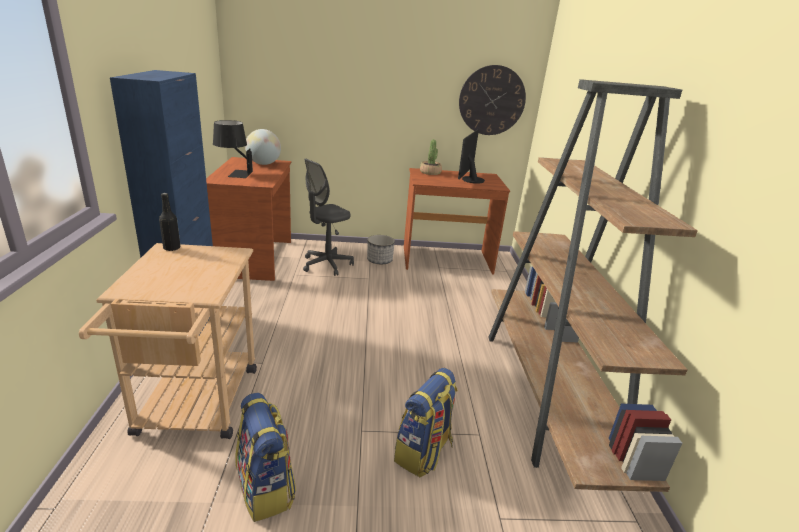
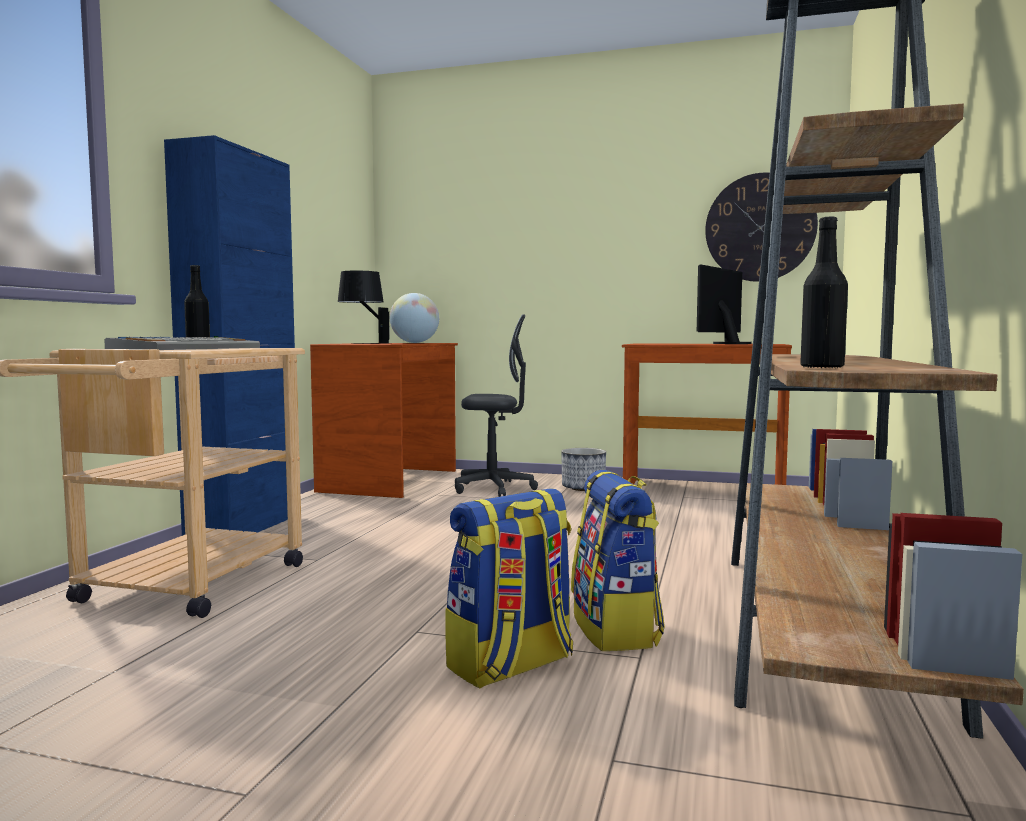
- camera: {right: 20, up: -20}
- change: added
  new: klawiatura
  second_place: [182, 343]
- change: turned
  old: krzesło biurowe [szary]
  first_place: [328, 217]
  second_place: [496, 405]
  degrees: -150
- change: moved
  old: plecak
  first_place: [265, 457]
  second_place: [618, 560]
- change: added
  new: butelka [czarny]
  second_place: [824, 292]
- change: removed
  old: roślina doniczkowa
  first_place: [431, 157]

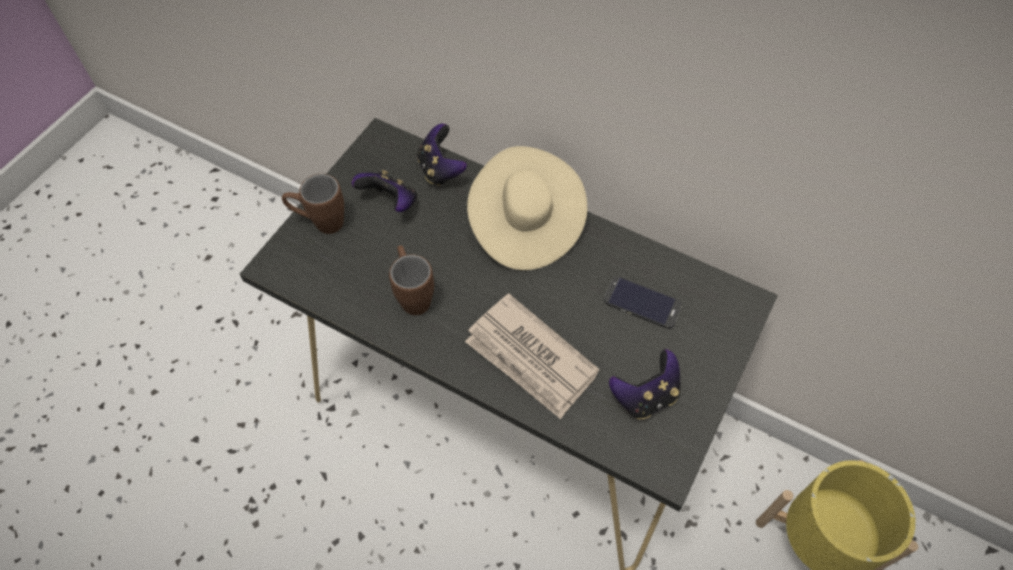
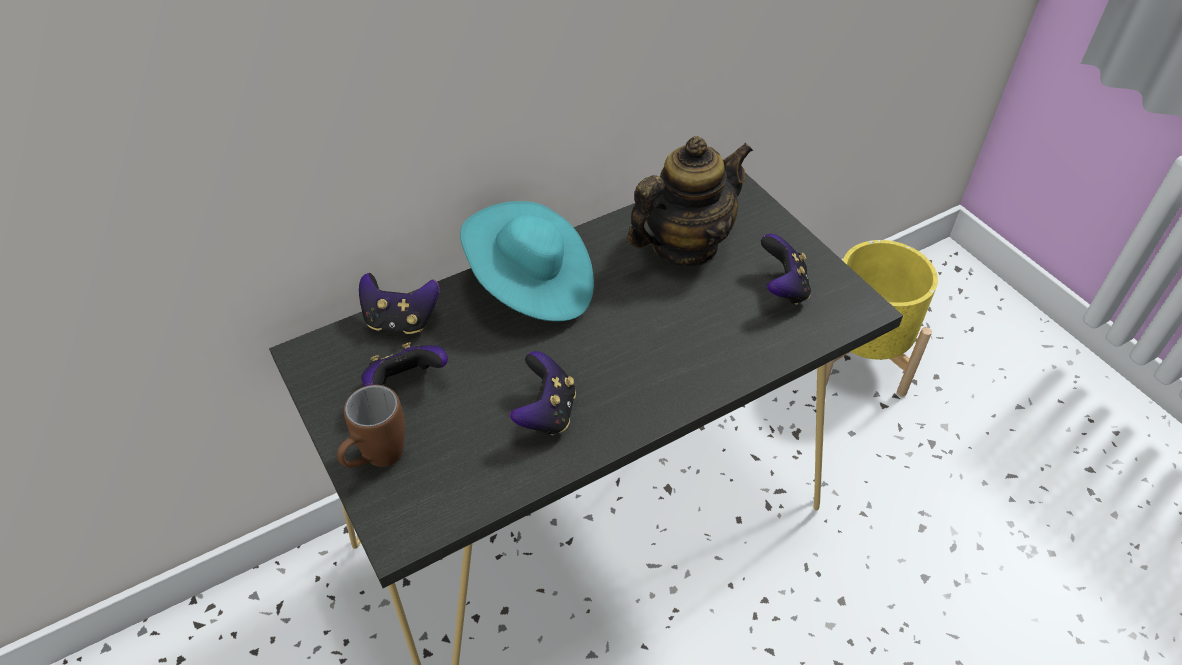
- camera: {right: -60, up: -10}
- change: recoloured
  old: kapelusz [beżowy]
  new: kapelusz [turkusowy]
  first_place: [527, 208]
  second_place: [527, 261]
- change: replaced
  old: kubek [brązowy]
  new: pad do gier
  first_place: [411, 280]
  second_place: [543, 393]
- change: replaced
  old: telefon
  new: imbryk
  first_place: [643, 302]
  second_place: [690, 201]
- change: removed
  old: gazeta
  first_place: [532, 356]

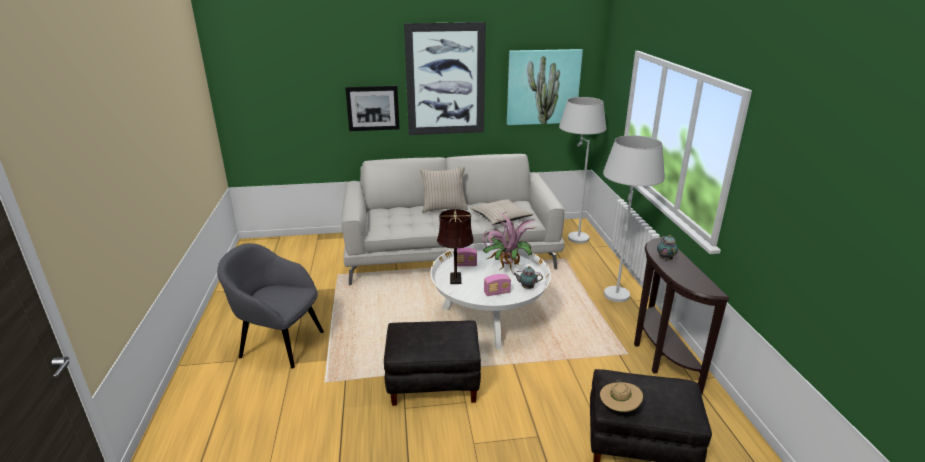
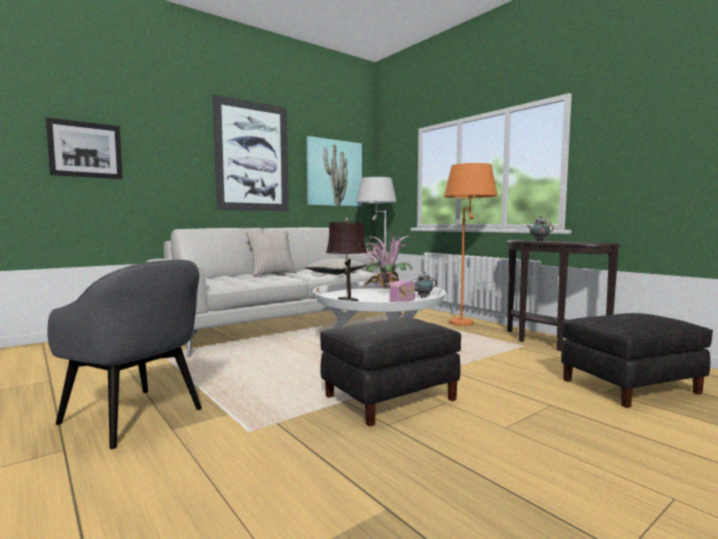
- camera: {right: -30, up: -20}
- change: moved
  old: obraz
  first_place: [372, 108]
  second_place: [84, 148]
- change: turned
  old: fotel [szary]
  first_place: [270, 306]
  second_place: [124, 354]
  degrees: -135
- change: recoloured
  old: lampa stojąca [biały]
  new: lampa stojąca [pomarańczowy]
  first_place: [634, 218]
  second_place: [471, 244]
- change: removed
  old: radio
  first_place: [467, 257]
- change: removed
  old: kapelusz [beżowy]
  first_place: [621, 395]

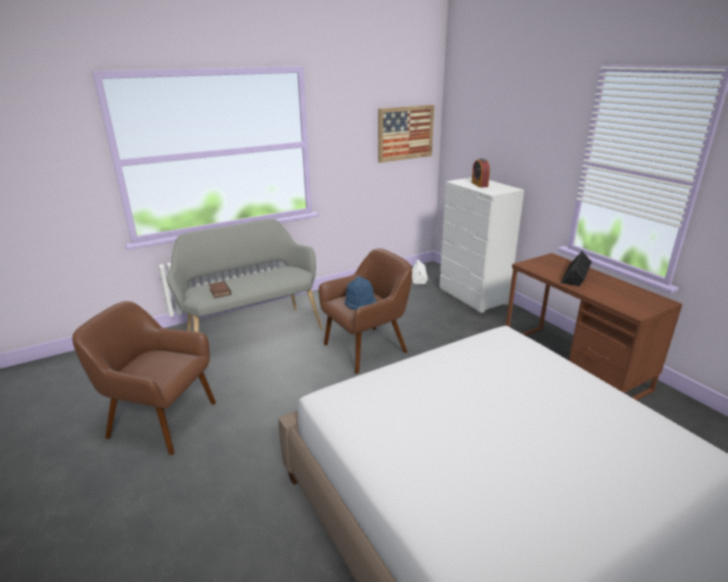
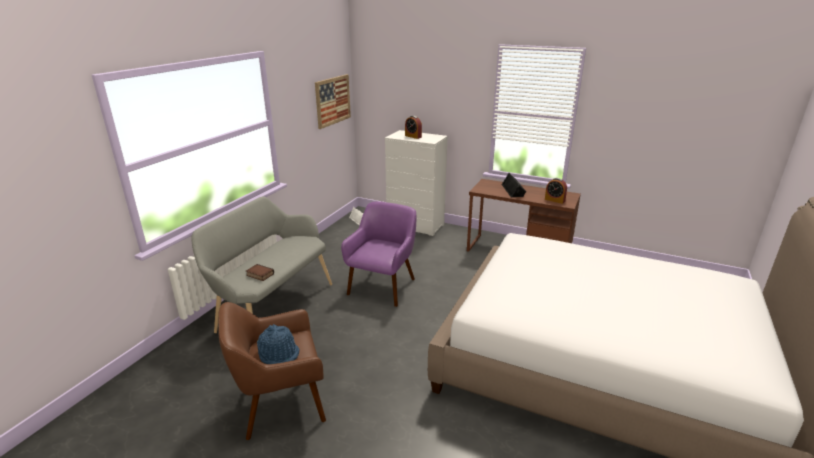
- camera: {right: -35, up: 0}
- change: moved
  old: kapelusz [niebieski]
  first_place: [360, 293]
  second_place: [278, 344]
- change: recoloured
  old: fotel [brązowy]
  new: fotel [fioletowy]
  first_place: [365, 311]
  second_place: [378, 254]
- change: added
  new: budzik
  second_place: [556, 191]

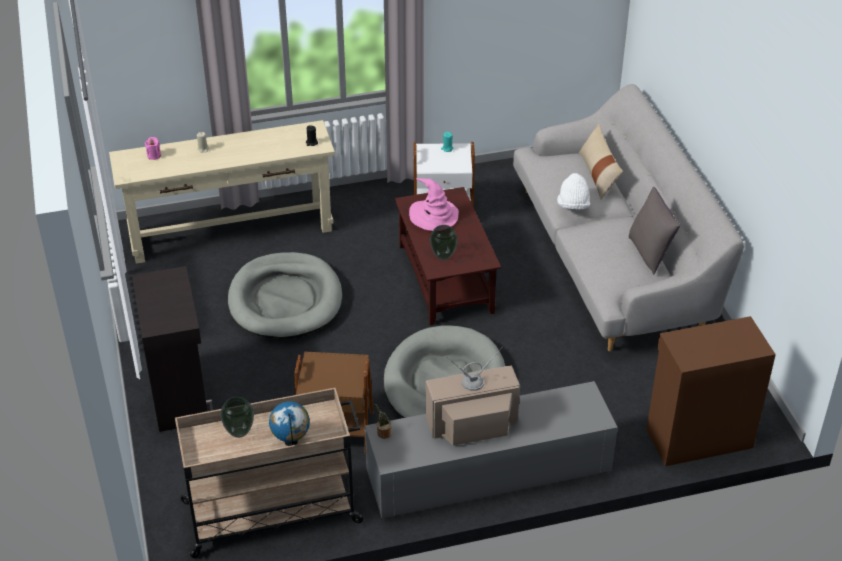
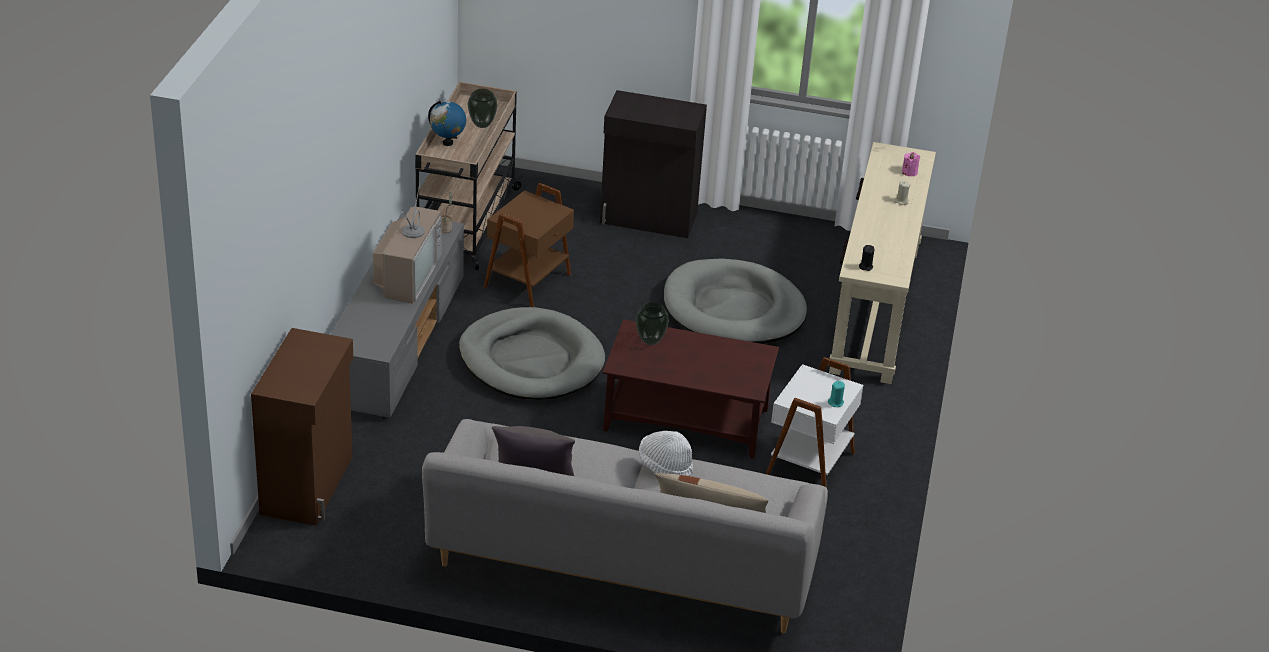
- camera: {right: 115, up: -5}
- change: removed
  old: kapelusz [różowy]
  first_place: [434, 204]

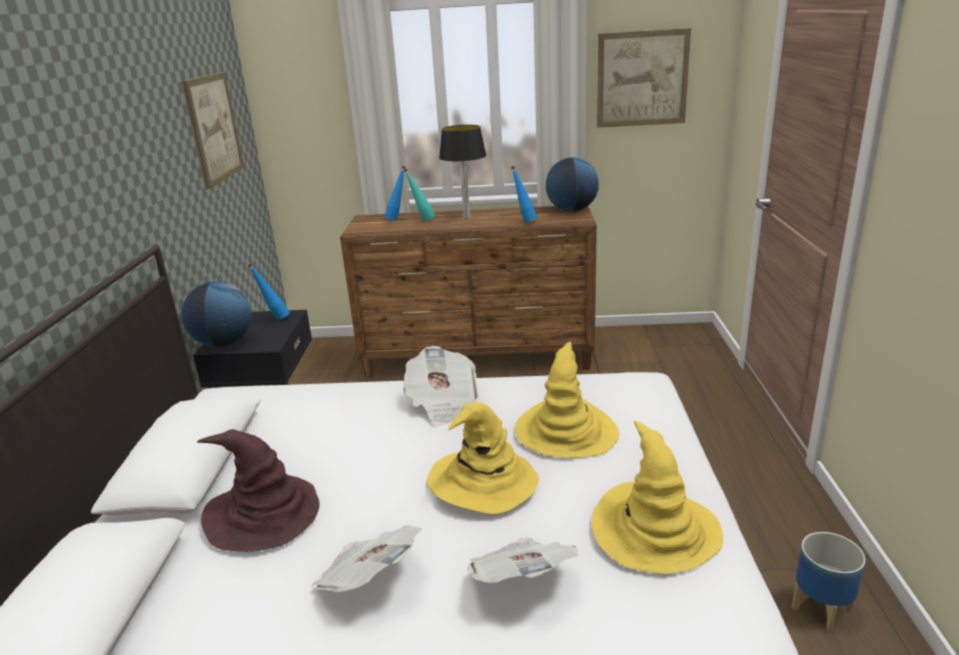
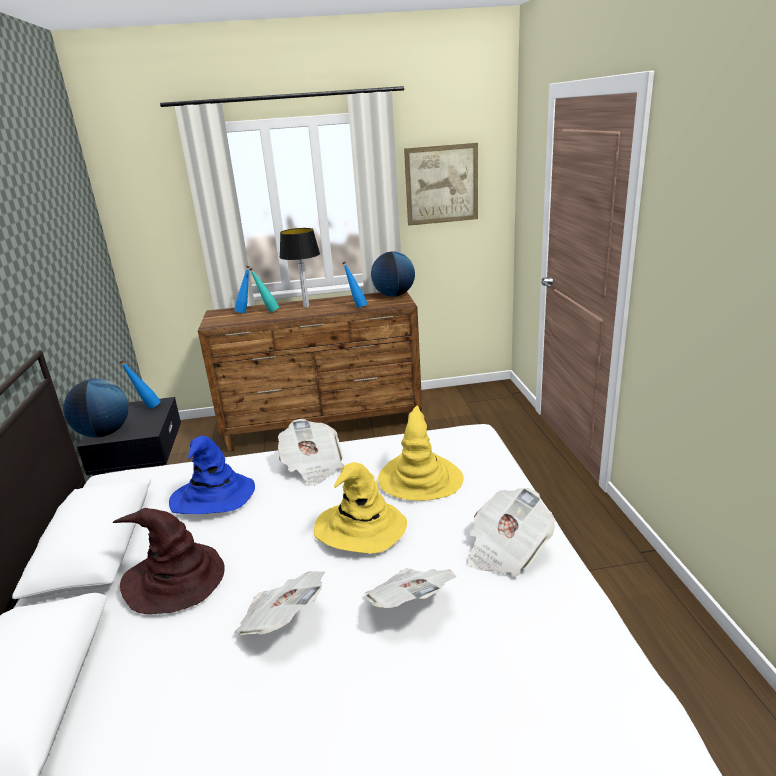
- camera: {right: -10, up: 0}
- change: added
  new: kapelusz [niebieski]
  second_place: [212, 475]
- change: replaced
  old: kapelusz [żółty]
  new: gazeta
  first_place: [657, 497]
  second_place: [511, 532]
- change: removed
  old: obraz
  first_place: [213, 130]
- change: removed
  old: donica
  first_place: [829, 582]

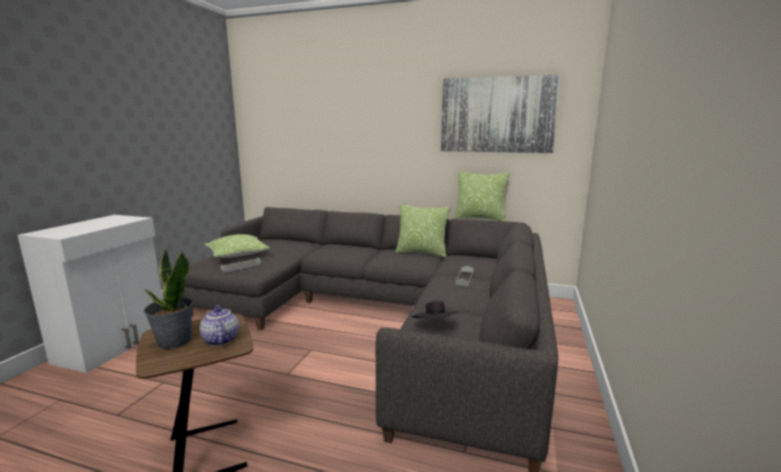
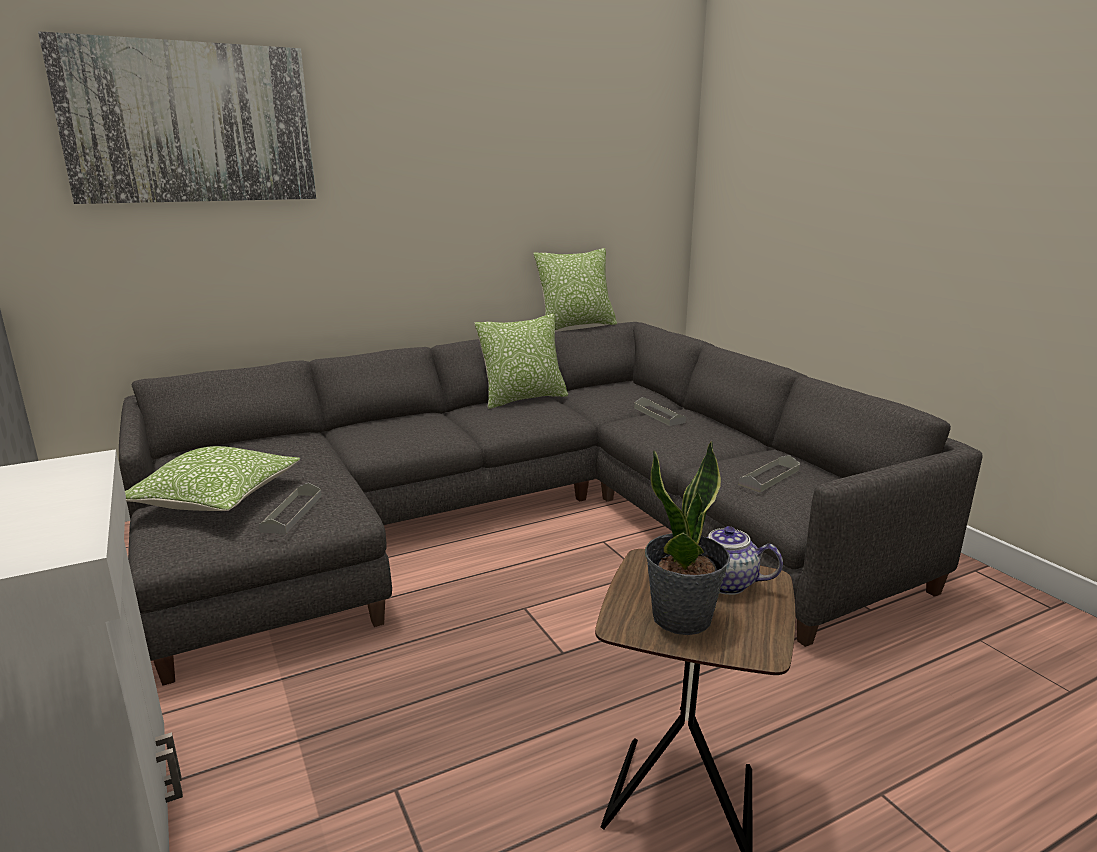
- camera: {right: -45, up: 5}
- change: moved
  old: obraz
  first_place: [501, 113]
  second_place: [177, 117]
- change: replaced
  old: kapelusz [czarny]
  new: taca [szary]
  first_place: [435, 309]
  second_place: [769, 473]

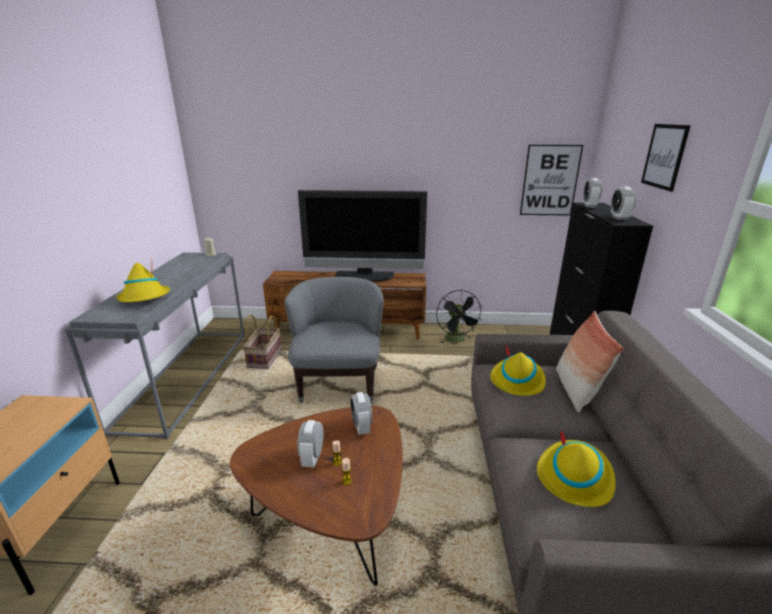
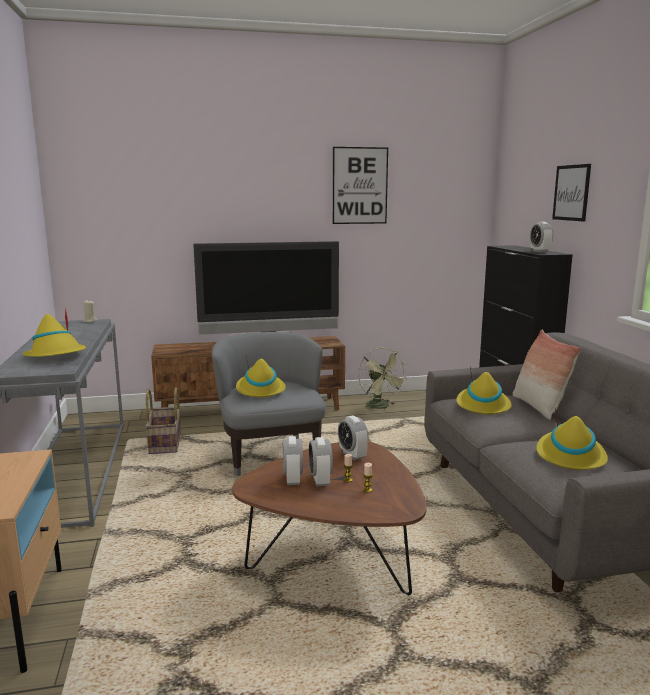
- camera: {right: -15, up: -10}
- change: added
  new: kapelusz [żółty]
  second_place: [261, 377]
- change: moved
  old: budzik
  first_place: [592, 193]
  second_place: [293, 460]
- change: moved
  old: obraz
  first_place: [551, 180]
  second_place: [360, 185]
- change: recoloured
  old: wentylator [czarny]
  new: wentylator [zielony]
  first_place: [459, 316]
  second_place: [383, 379]

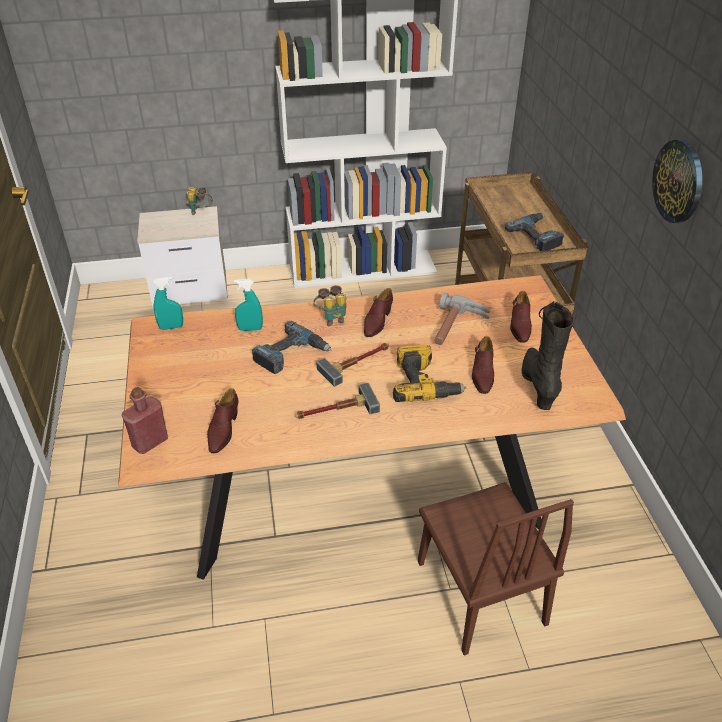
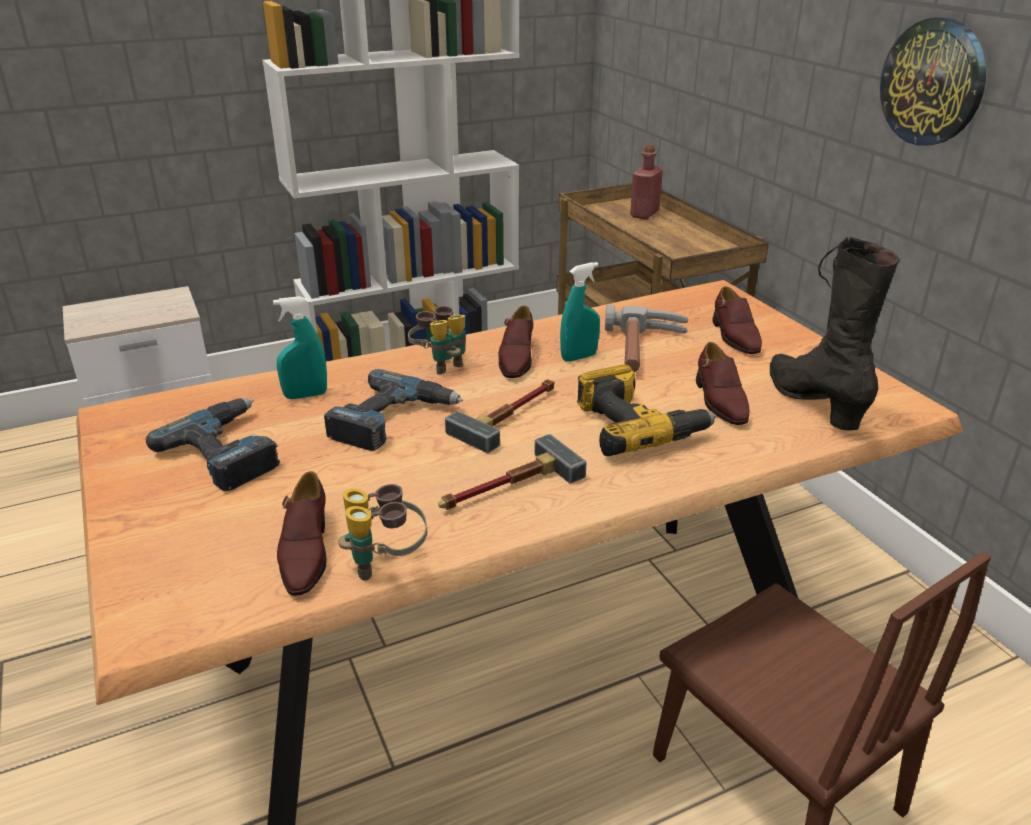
- camera: {right: -15, up: -10}
- change: moved
  old: wiertarka
  first_place: [534, 232]
  second_place: [213, 444]
- change: moved
  old: lornetka
  first_place: [199, 201]
  second_place: [382, 532]
- change: moved
  old: spryskiwacz [turkusowy]
  first_place: [168, 303]
  second_place: [580, 312]
- change: moved
  old: butelka [czerwony]
  first_place: [145, 420]
  second_place: [646, 182]

